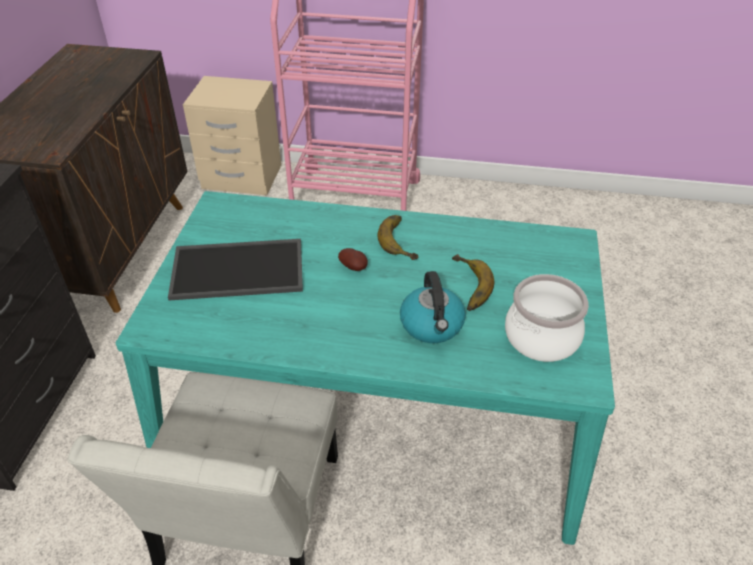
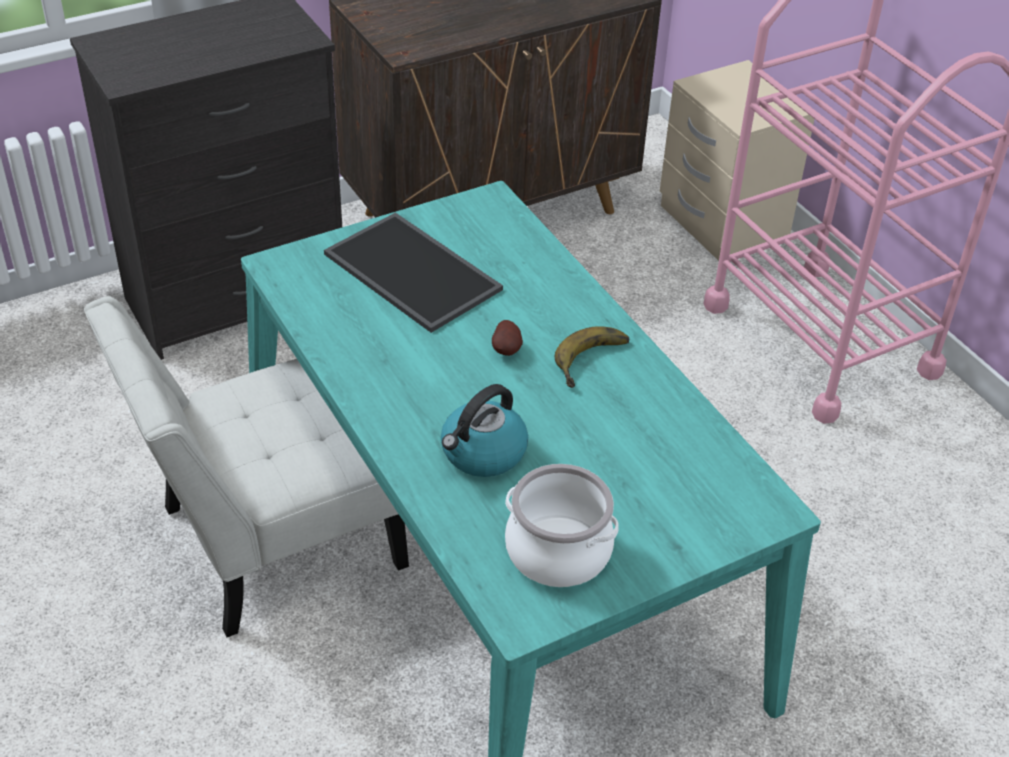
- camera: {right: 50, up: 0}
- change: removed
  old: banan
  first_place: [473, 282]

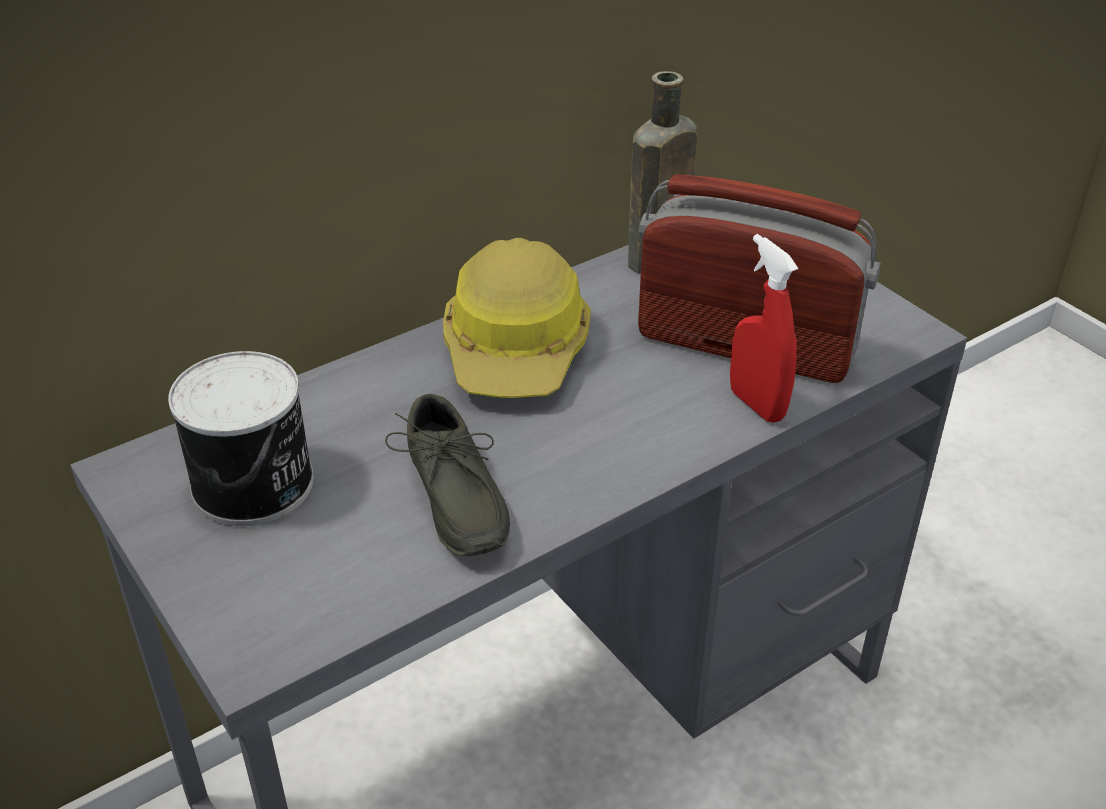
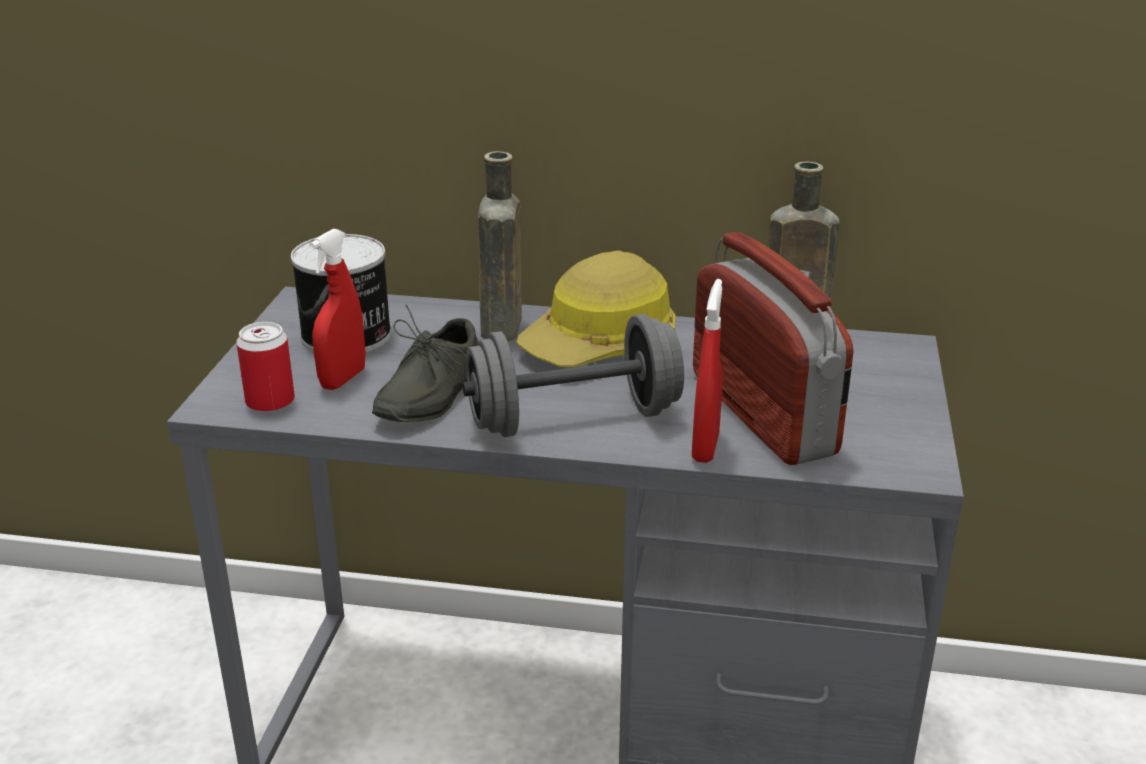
- camera: {right: 45, up: -10}
- change: added
  new: puszka
  second_place: [265, 367]
- change: added
  new: spryskiwacz [czerwony]
  second_place: [337, 309]
- change: added
  new: hantel [szary]
  second_place: [573, 375]
- change: added
  new: butelka [brązowy]
  second_place: [500, 246]

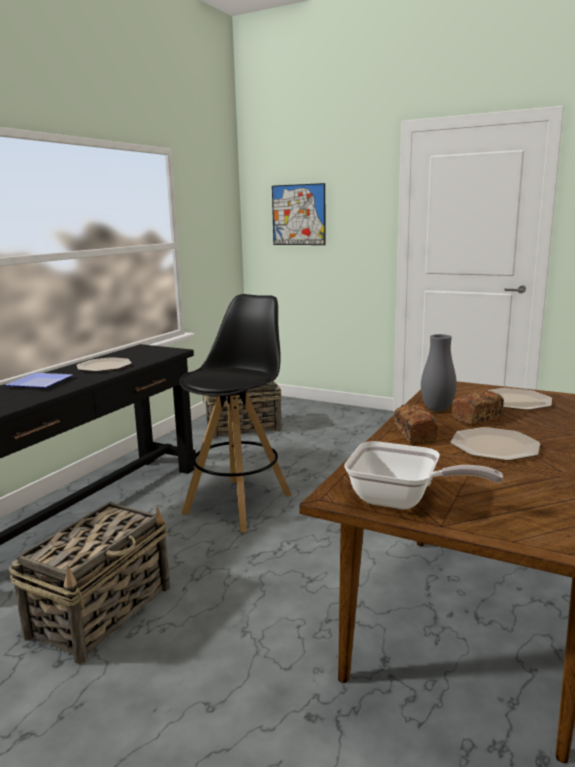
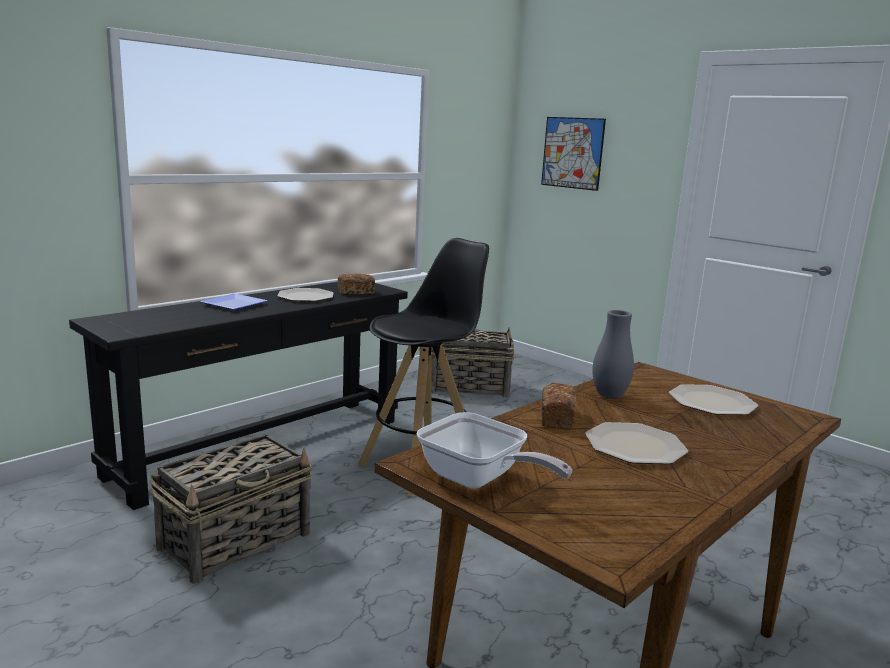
- camera: {right: 15, up: 0}
- change: moved
  old: chleb
  first_place: [478, 407]
  second_place: [356, 284]

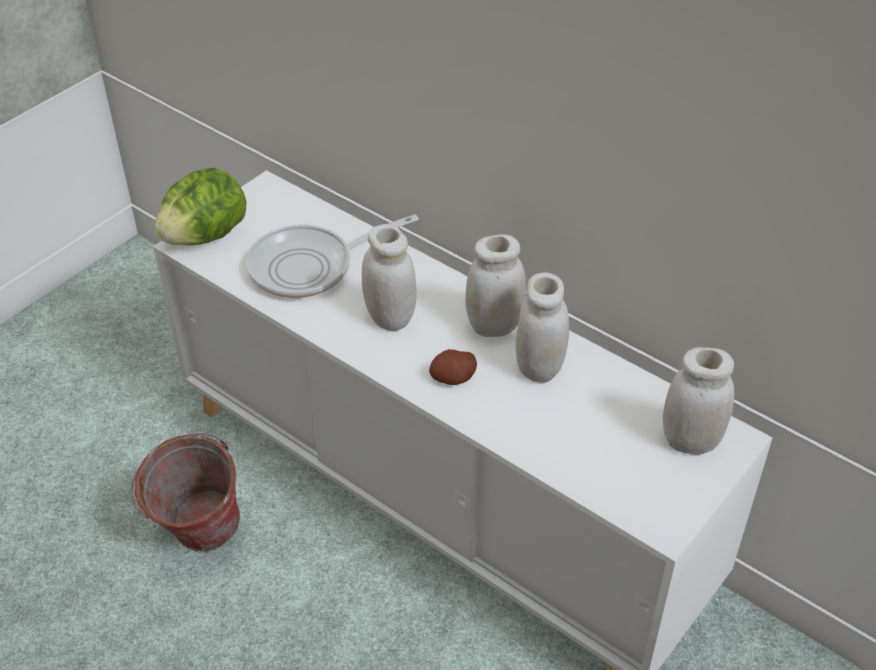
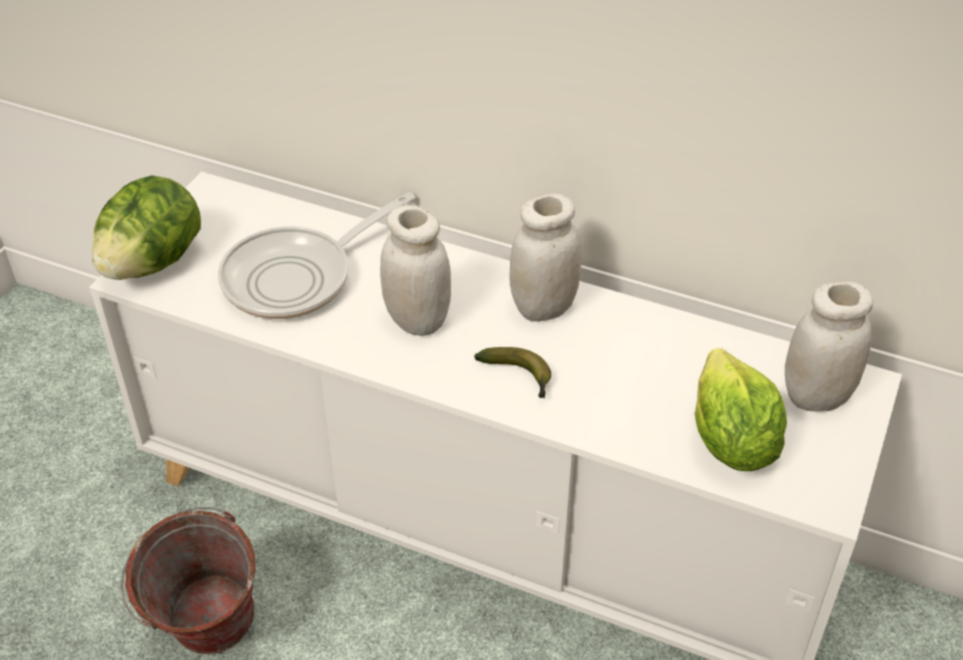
- camera: {right: -15, up: 0}
- change: replaced
  old: ziemniak
  new: banan
  first_place: [453, 367]
  second_place: [512, 373]
- change: added
  new: sałata
  second_place: [741, 409]
- change: removed
  old: słoik [biały]
  first_place: [542, 327]

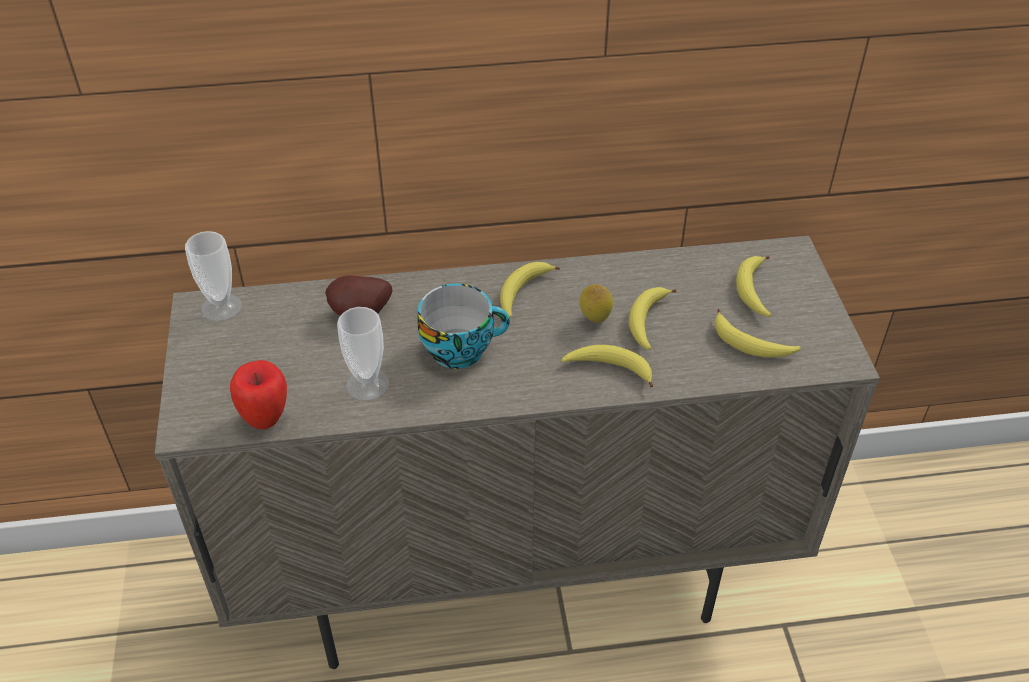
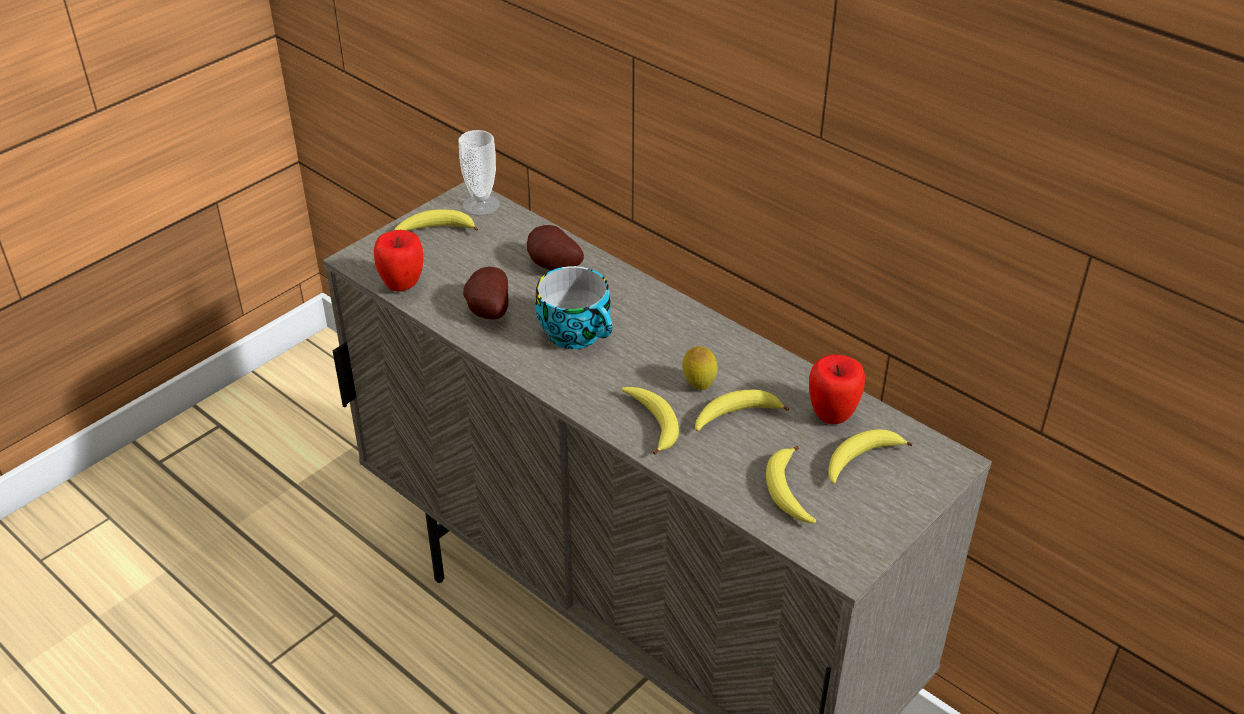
- camera: {right: 50, up: -5}
- change: moved
  old: banan
  first_place: [530, 290]
  second_place: [435, 220]
- change: replaced
  old: filiżanka
  new: ziemniak
  first_place: [363, 354]
  second_place: [485, 292]
- change: added
  new: jabłko
  second_place: [837, 389]

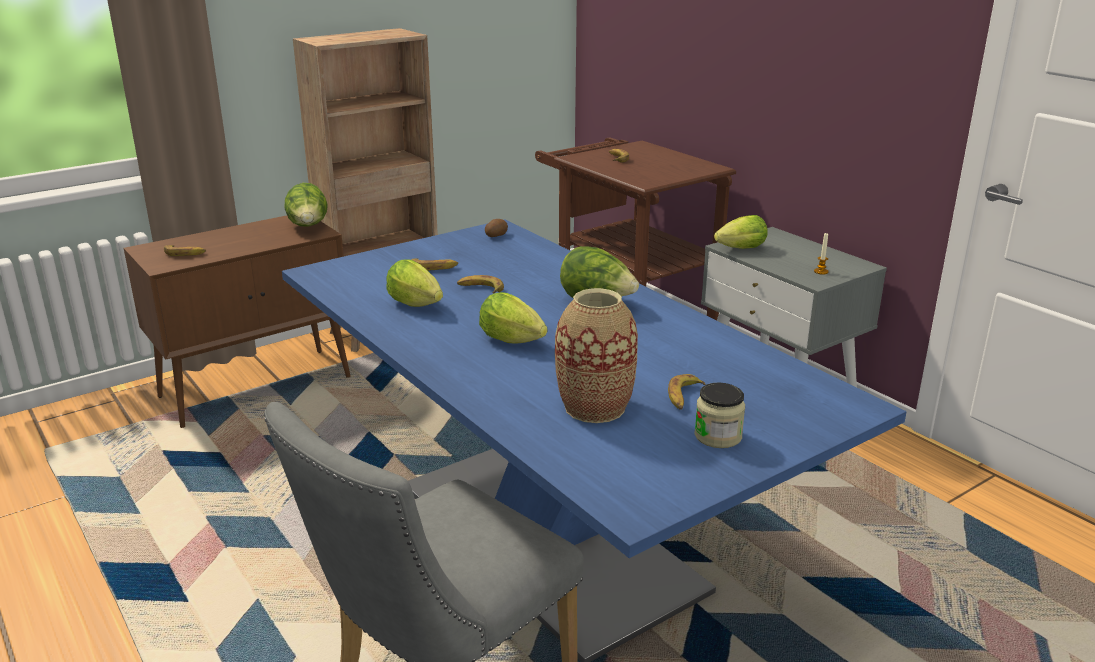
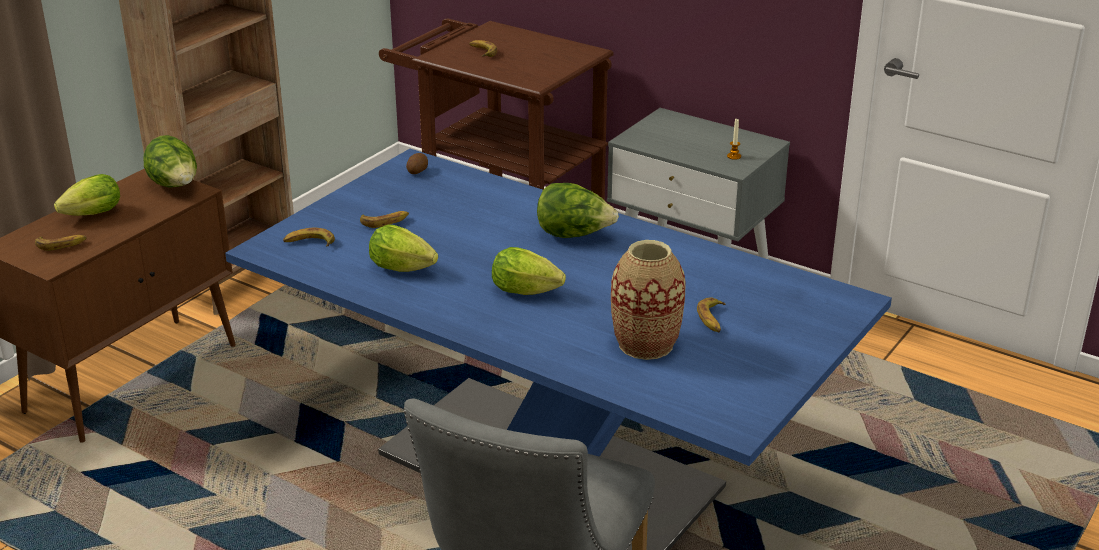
- camera: {right: -20, up: 5}
- change: moved
  old: sałata
  first_place: [741, 232]
  second_place: [87, 195]
- change: moved
  old: banan
  first_place: [480, 284]
  second_place: [309, 237]
- change: removed
  old: słoik
  first_place: [719, 415]

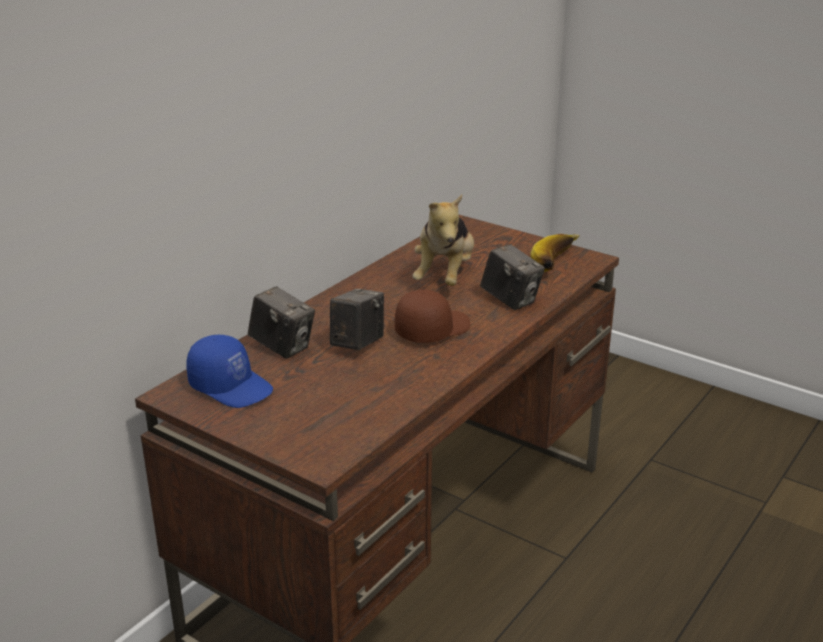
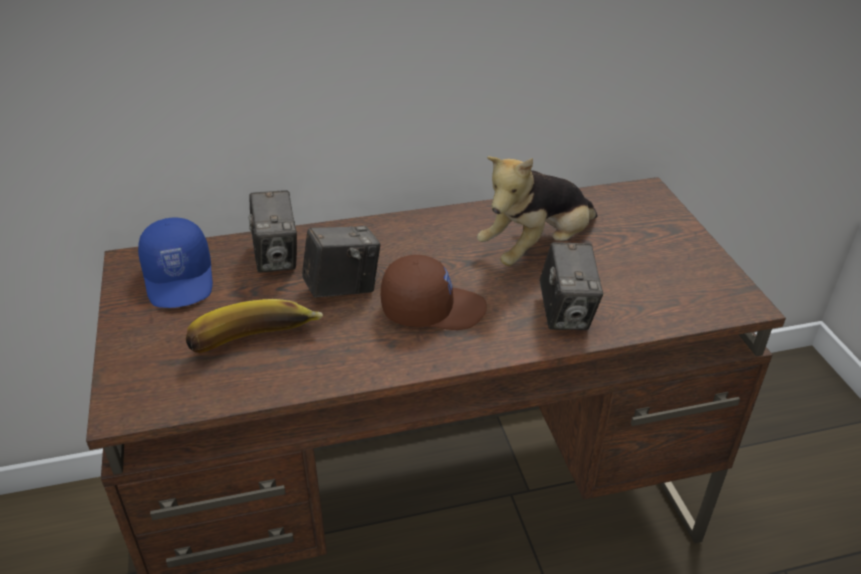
- camera: {right: 40, up: 10}
- change: moved
  old: banan
  first_place: [555, 253]
  second_place: [254, 326]

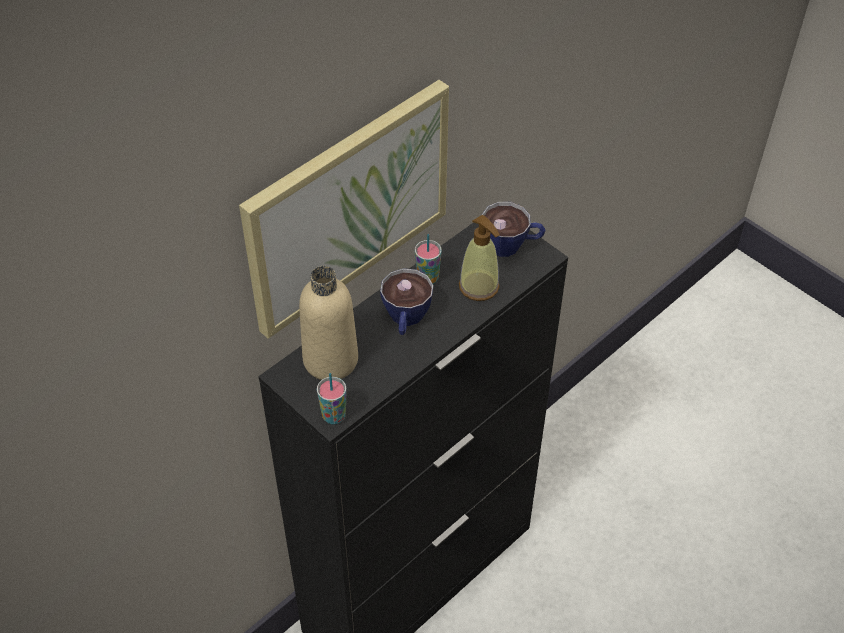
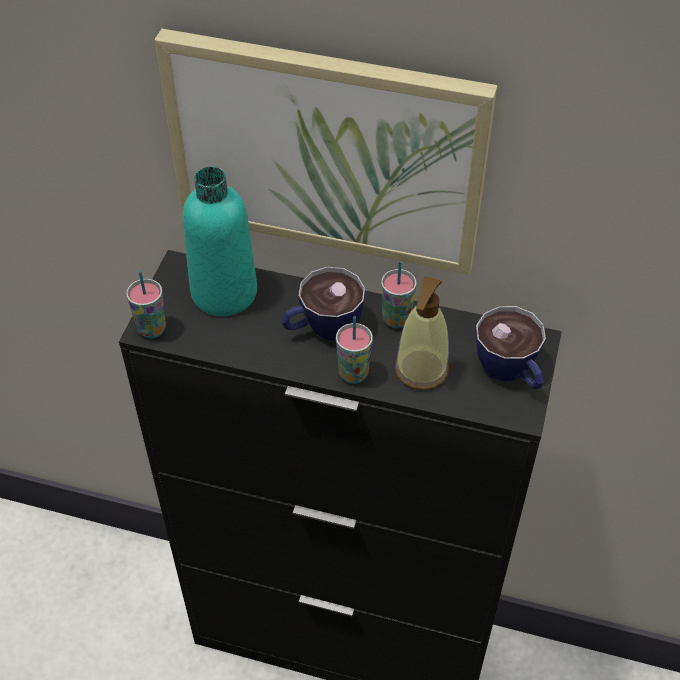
- camera: {right: 60, up: 0}
- change: recoloured
  old: butelka [beżowy]
  new: butelka [turkusowy]
  first_place: [328, 323]
  second_place: [220, 241]
- change: added
  new: filiżanka
  second_place: [354, 350]

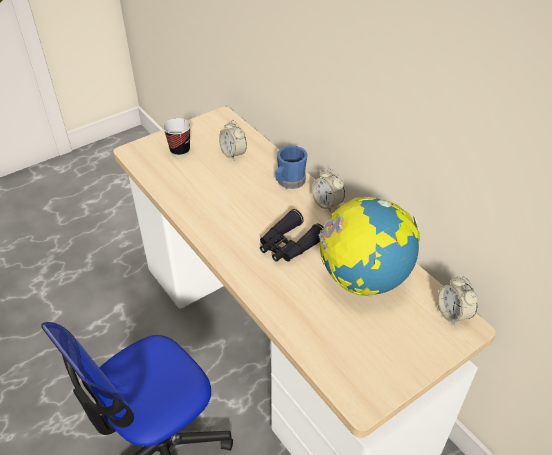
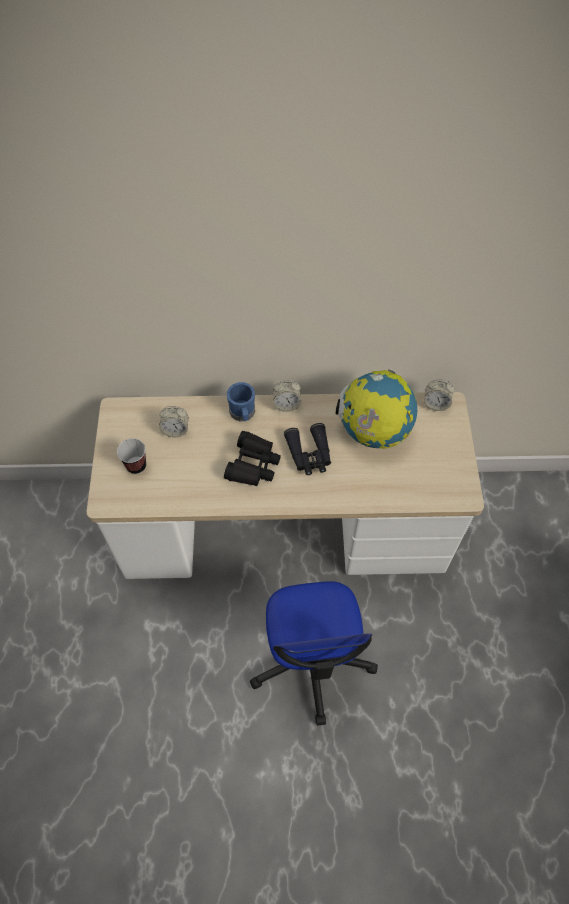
- camera: {right: -55, up: 15}
- change: added
  new: lornetka [czarny]
  second_place: [252, 458]

